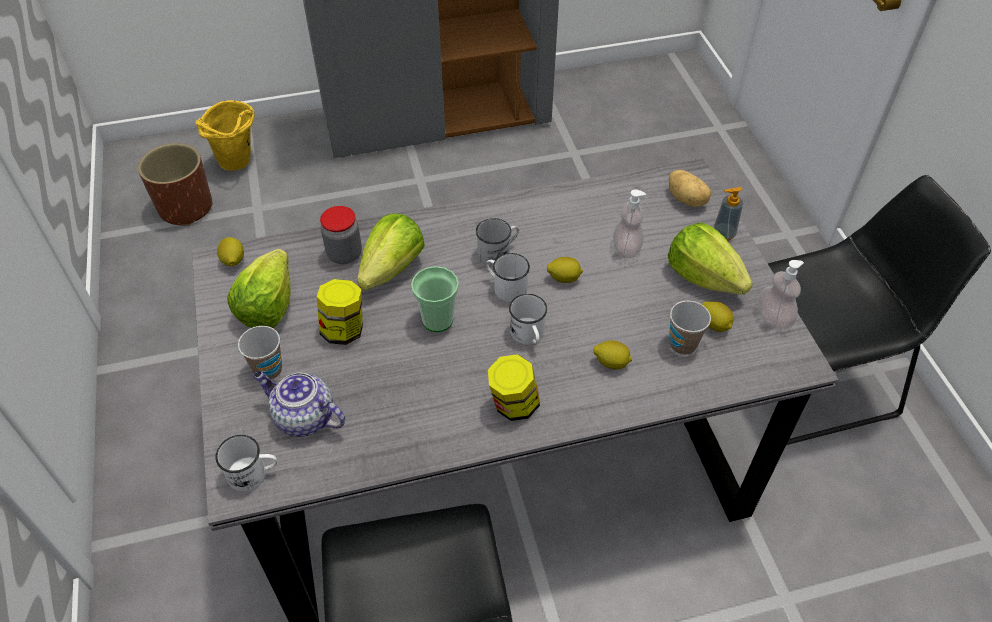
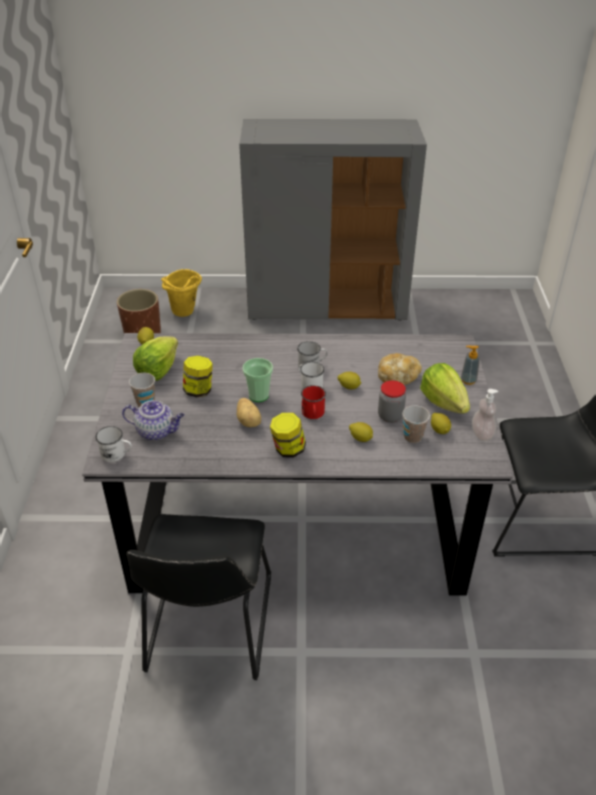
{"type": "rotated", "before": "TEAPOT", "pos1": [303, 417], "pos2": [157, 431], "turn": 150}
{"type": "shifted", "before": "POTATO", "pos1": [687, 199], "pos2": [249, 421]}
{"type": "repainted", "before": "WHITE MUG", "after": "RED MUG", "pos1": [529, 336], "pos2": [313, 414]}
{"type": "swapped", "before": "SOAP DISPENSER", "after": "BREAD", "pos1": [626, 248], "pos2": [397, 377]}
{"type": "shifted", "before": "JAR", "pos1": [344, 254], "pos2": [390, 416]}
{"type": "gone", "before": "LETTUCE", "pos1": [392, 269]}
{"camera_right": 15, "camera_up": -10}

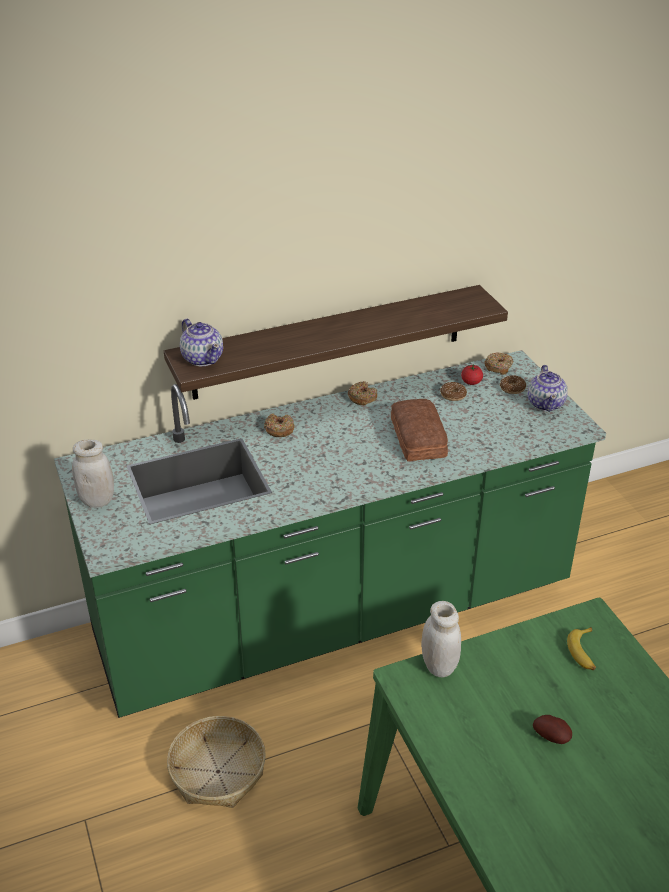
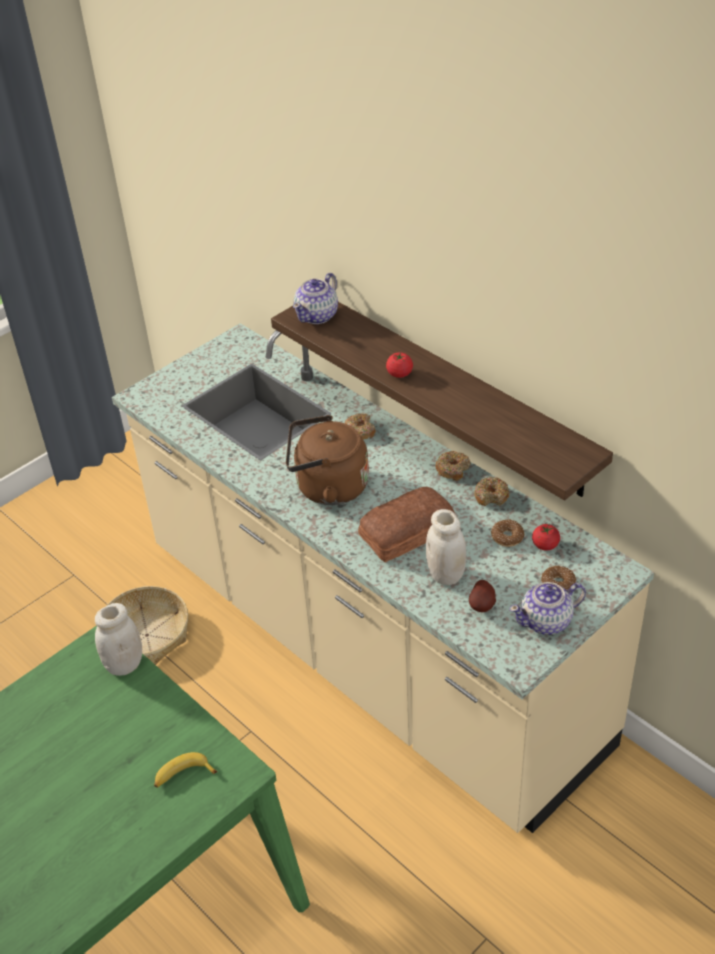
{"type": "repainted", "before": "GREEN COUNTER", "after": "BEIGE COUNTER", "pos1": [334, 615], "pos2": [368, 647]}
{"type": "new", "after": "BROWN KETTLE", "pos2": [327, 487]}
{"type": "new", "after": "TOMATO", "pos2": [399, 374]}
{"type": "shifted", "before": "WHITE JAR", "pos1": [97, 500], "pos2": [445, 574]}
{"type": "shifted", "before": "POTATO", "pos1": [552, 737], "pos2": [483, 605]}
{"type": "shifted", "before": "DONUT", "pos1": [498, 367], "pos2": [491, 496]}
{"camera_right": 70, "camera_up": 5}

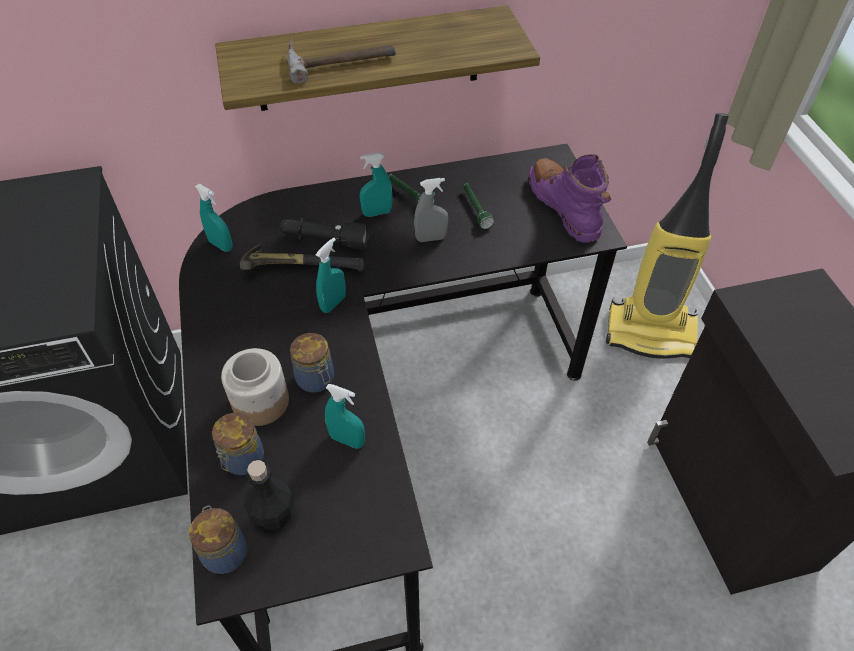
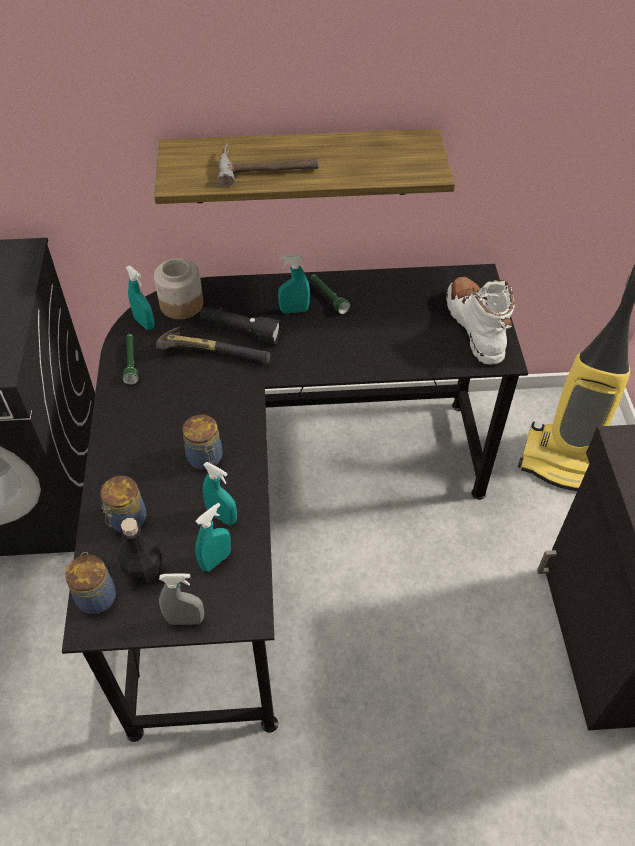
{"type": "shifted", "before": "GREEN FLASHLIGHT", "pos1": [475, 209], "pos2": [131, 362]}
{"type": "shifted", "before": "JAR", "pos1": [260, 402], "pos2": [181, 304]}
{"type": "shifted", "before": "GREY SPRAY BOTTLE", "pos1": [431, 238], "pos2": [185, 620]}
{"type": "shifted", "before": "TURQUOISE SPRAY BOTTLE", "pos1": [333, 303], "pos2": [216, 560]}
{"type": "repainted", "before": "PURPLE BOOT", "after": "WHITE BOOT", "pos1": [564, 207], "pos2": [475, 327]}
{"camera_right": 10, "camera_up": 0}

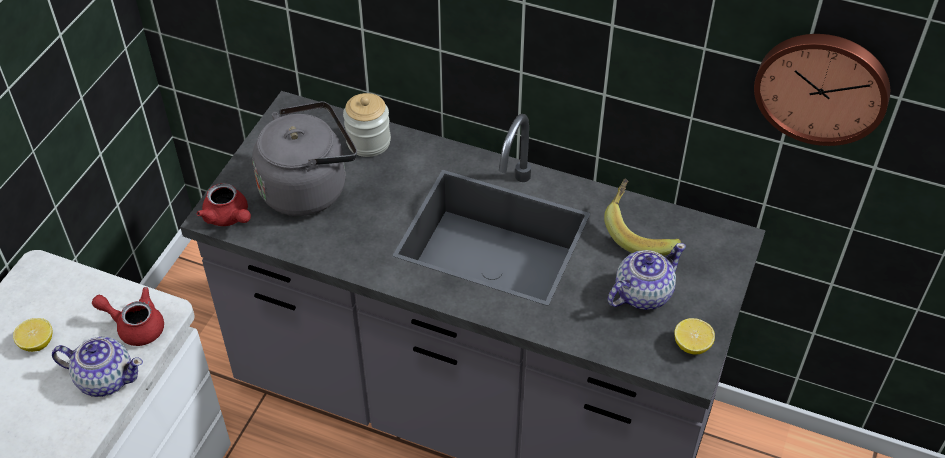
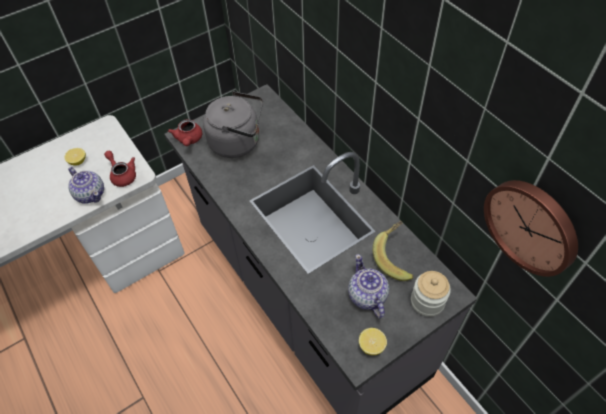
{"type": "rotated", "before": "TEAPOT", "pos1": [642, 293], "pos2": [367, 296], "turn": -105}
{"type": "shifted", "before": "JAR", "pos1": [368, 142], "pos2": [427, 302]}
{"camera_right": 35, "camera_up": 5}

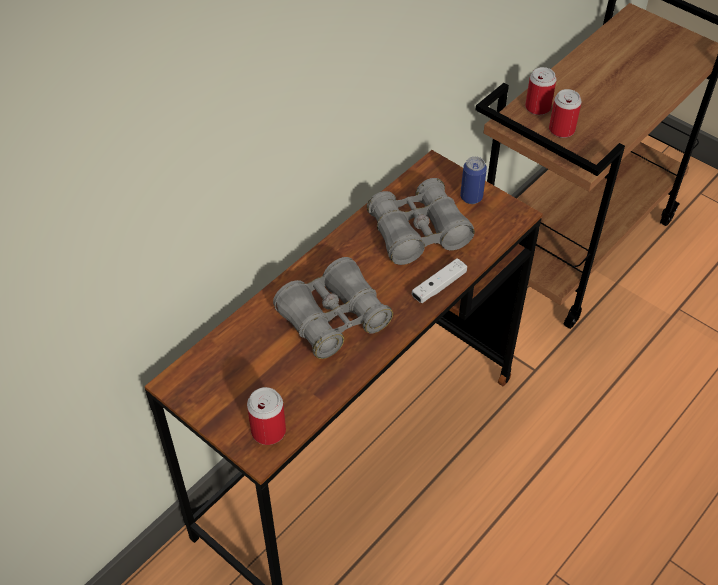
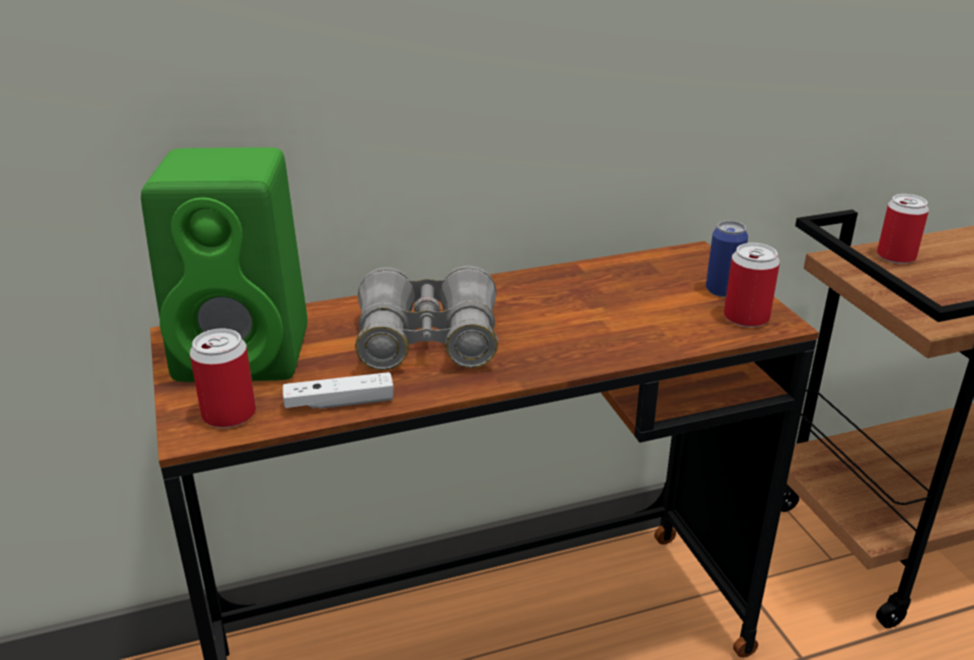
{"type": "new", "after": "GREEN SPEAKER", "pos2": [248, 352]}
{"type": "shifted", "before": "WHITE GAME CONTROLLER", "pos1": [439, 286], "pos2": [339, 403]}
{"type": "shifted", "before": "CAN", "pos1": [561, 130], "pos2": [746, 317]}
{"type": "gone", "before": "GREY BINOCULARS", "pos1": [418, 233]}
{"camera_right": 30, "camera_up": -20}

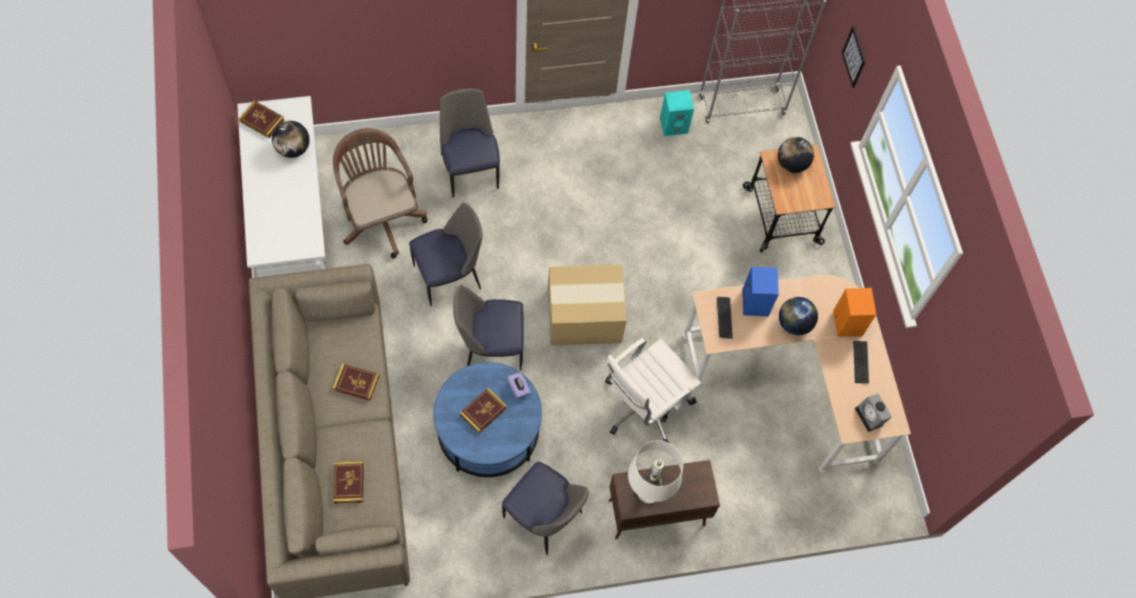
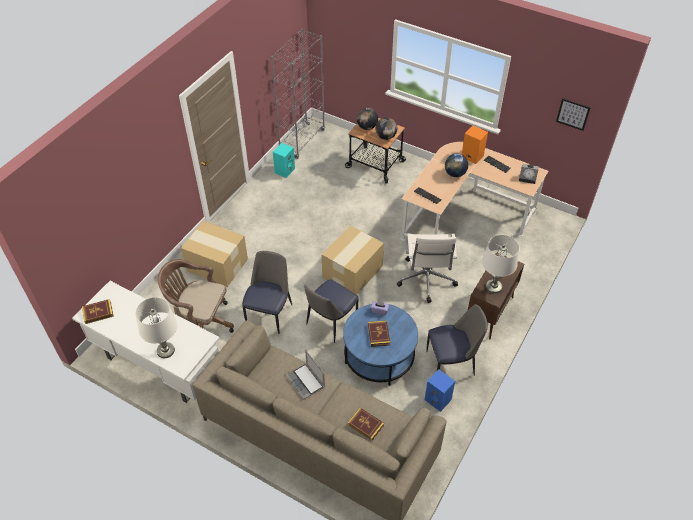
{"type": "new", "after": "WHITE TABLE LAMP", "pos2": [165, 351]}
{"type": "swapped", "before": "CHAIR", "after": "CARDBOARD BOX", "pos1": [470, 169], "pos2": [217, 264]}
{"type": "swapped", "before": "BOOK", "after": "LAPTOP", "pos1": [356, 383], "pos2": [306, 381]}
{"type": "shifted", "before": "GLOBE", "pos1": [293, 149], "pos2": [386, 137]}
{"type": "shifted", "before": "BLUE SPEAKER", "pos1": [756, 303], "pos2": [438, 399]}
{"type": "shifted", "before": "PICTURE", "pos1": [854, 57], "pos2": [573, 114]}
{"camera_right": -45, "camera_up": -15}

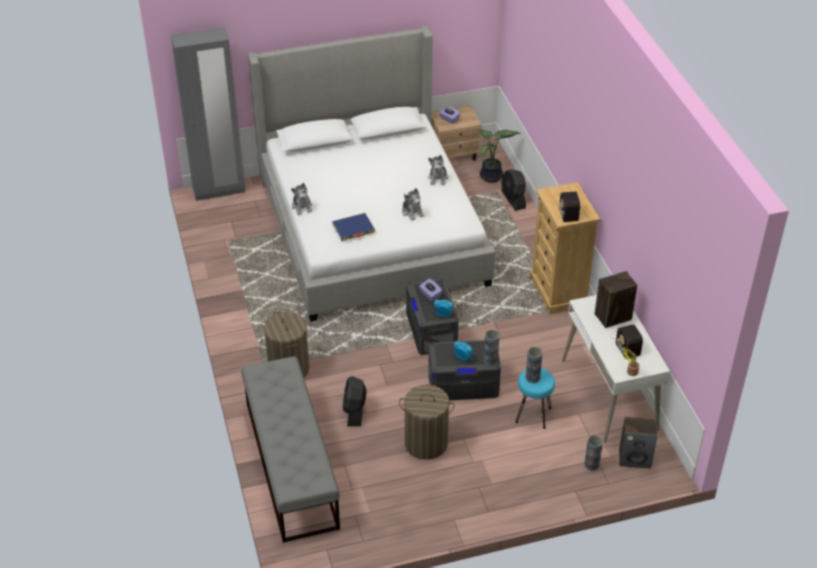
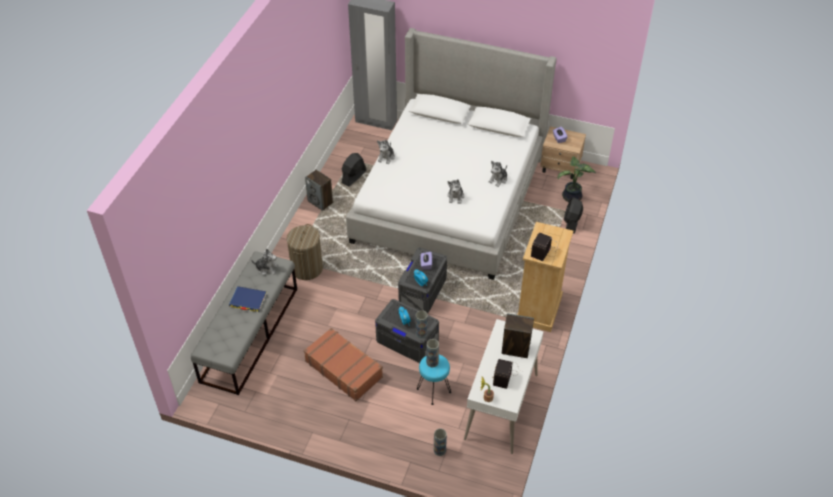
{"type": "shifted", "before": "BLUE BOOK", "pos1": [353, 229], "pos2": [248, 300]}
{"type": "new", "after": "PLUSH TOY", "pos2": [266, 268]}
{"type": "swapped", "before": "LAUNDRY BASKET", "after": "BROWN SUITCASE", "pos1": [426, 443], "pos2": [344, 369]}
{"type": "shifted", "before": "SPEAKER", "pos1": [635, 458], "pos2": [320, 202]}
{"type": "shifted", "before": "BLACK FAN", "pos1": [354, 411], "pos2": [354, 177]}
{"camera_right": 35, "camera_up": 5}

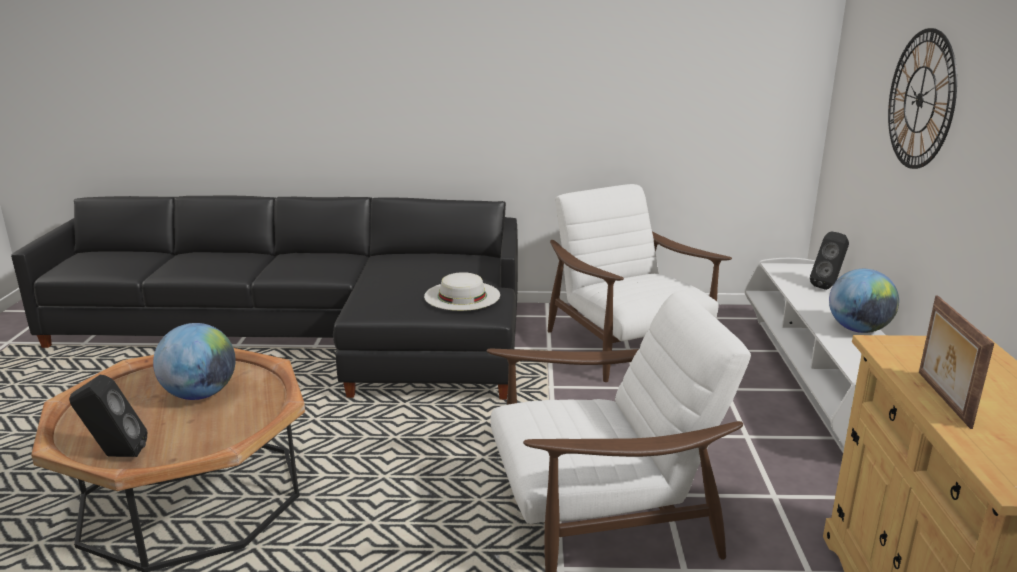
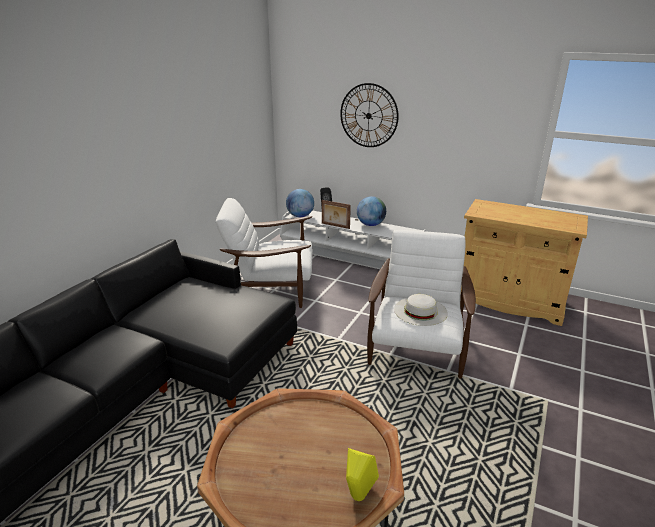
{"type": "shifted", "before": "GLOBE", "pos1": [200, 394], "pos2": [300, 216]}
{"type": "shifted", "before": "PICTURE FRAME", "pos1": [941, 398], "pos2": [335, 226]}
{"type": "repainted", "before": "BLACK SPEAKER", "after": "YELLOW SPEAKER", "pos1": [115, 455], "pos2": [358, 498]}
{"type": "shifted", "before": "WHITE HAT", "pos1": [462, 295], "pos2": [420, 311]}
{"camera_right": -65, "camera_up": 5}

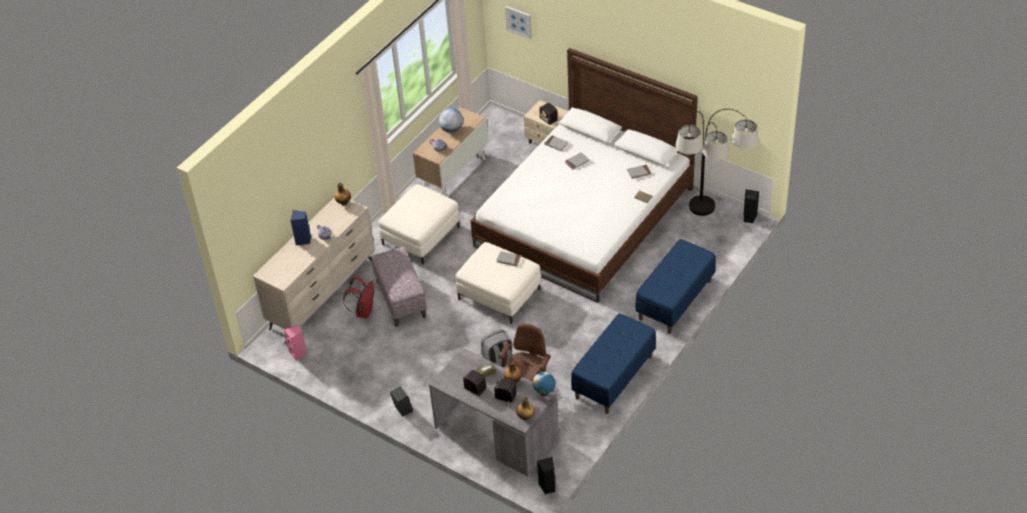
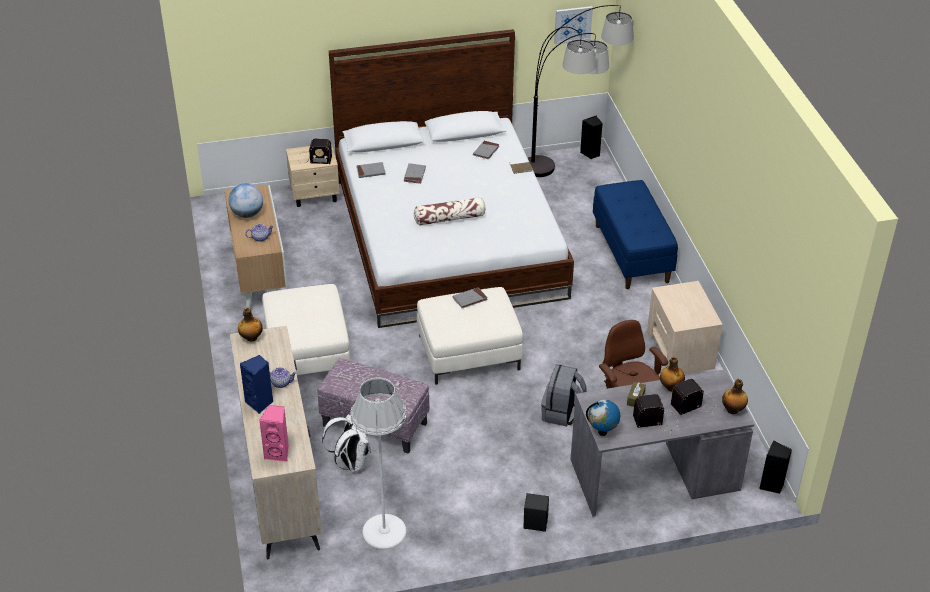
{"type": "shifted", "before": "PINK SPEAKER", "pos1": [298, 354], "pos2": [278, 453]}
{"type": "repainted", "before": "RED BACKPACK", "after": "WHITE BACKPACK", "pos1": [363, 311], "pos2": [351, 463]}
{"type": "new", "after": "WHITE FLOOR LAMP", "pos2": [384, 531]}
{"type": "new", "after": "PILLOW", "pos2": [449, 218]}
{"type": "shifted", "before": "PICTURE", "pos1": [518, 22], "pos2": [573, 24]}
{"type": "shifted", "before": "GLOBE", "pos1": [544, 393], "pos2": [602, 432]}
{"type": "swapped", "before": "BLUE BENCH", "after": "BEIGE NIGHTSTAND", "pos1": [614, 377], "pos2": [680, 350]}
{"camera_right": -50, "camera_up": -5}

